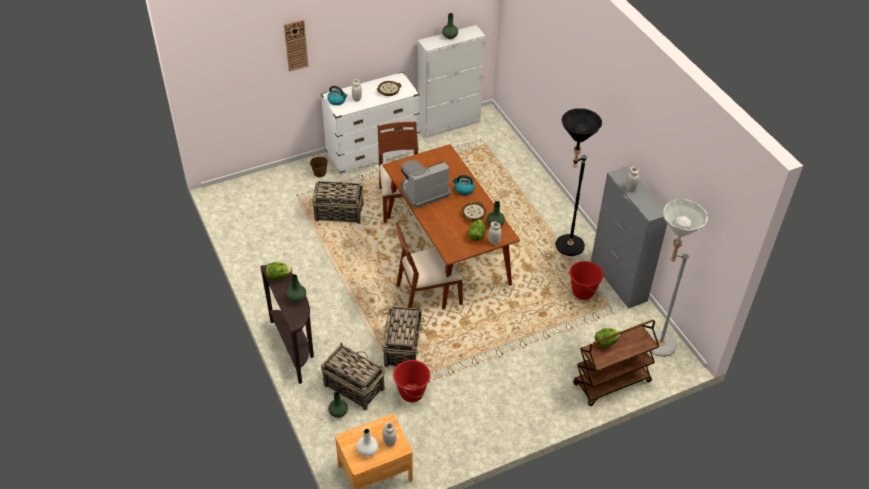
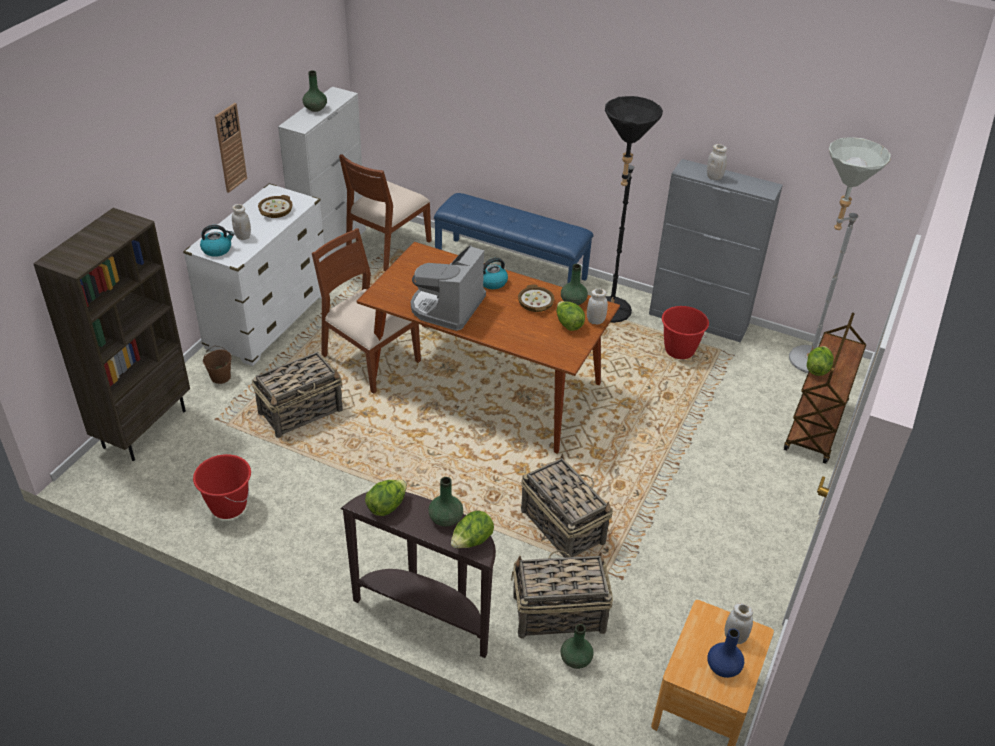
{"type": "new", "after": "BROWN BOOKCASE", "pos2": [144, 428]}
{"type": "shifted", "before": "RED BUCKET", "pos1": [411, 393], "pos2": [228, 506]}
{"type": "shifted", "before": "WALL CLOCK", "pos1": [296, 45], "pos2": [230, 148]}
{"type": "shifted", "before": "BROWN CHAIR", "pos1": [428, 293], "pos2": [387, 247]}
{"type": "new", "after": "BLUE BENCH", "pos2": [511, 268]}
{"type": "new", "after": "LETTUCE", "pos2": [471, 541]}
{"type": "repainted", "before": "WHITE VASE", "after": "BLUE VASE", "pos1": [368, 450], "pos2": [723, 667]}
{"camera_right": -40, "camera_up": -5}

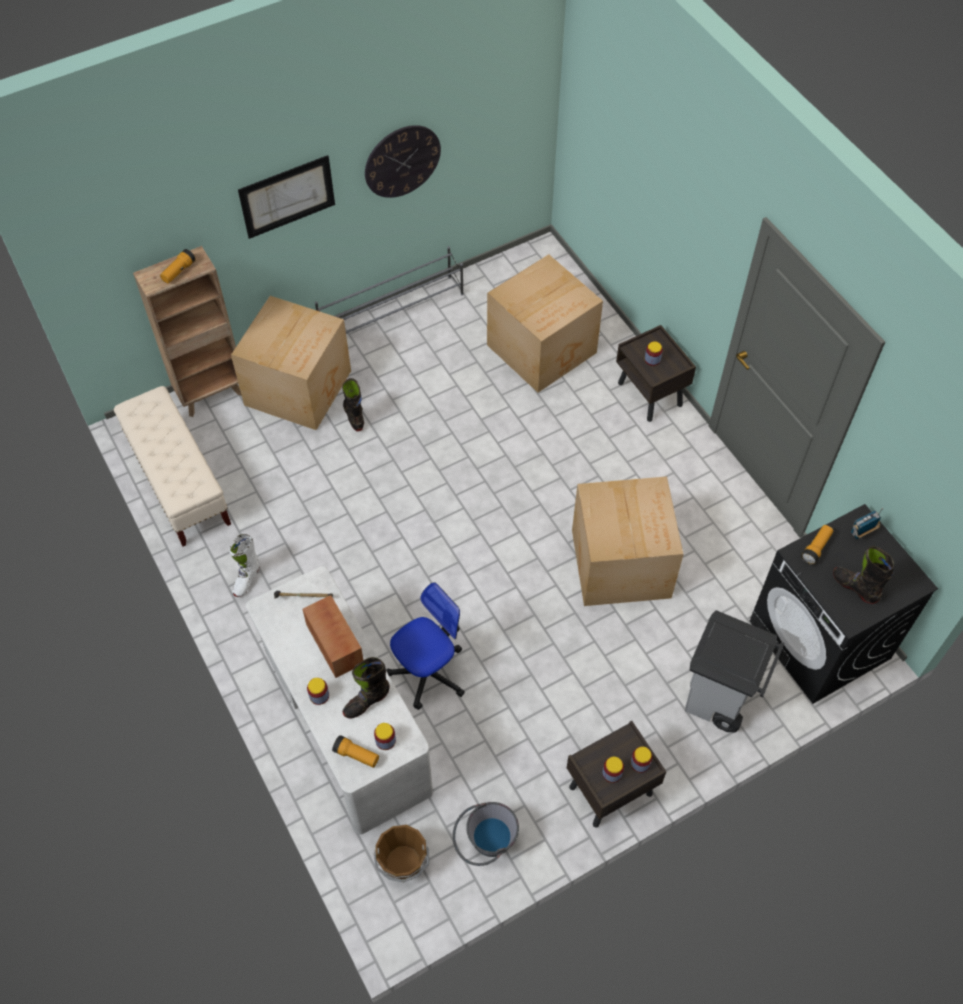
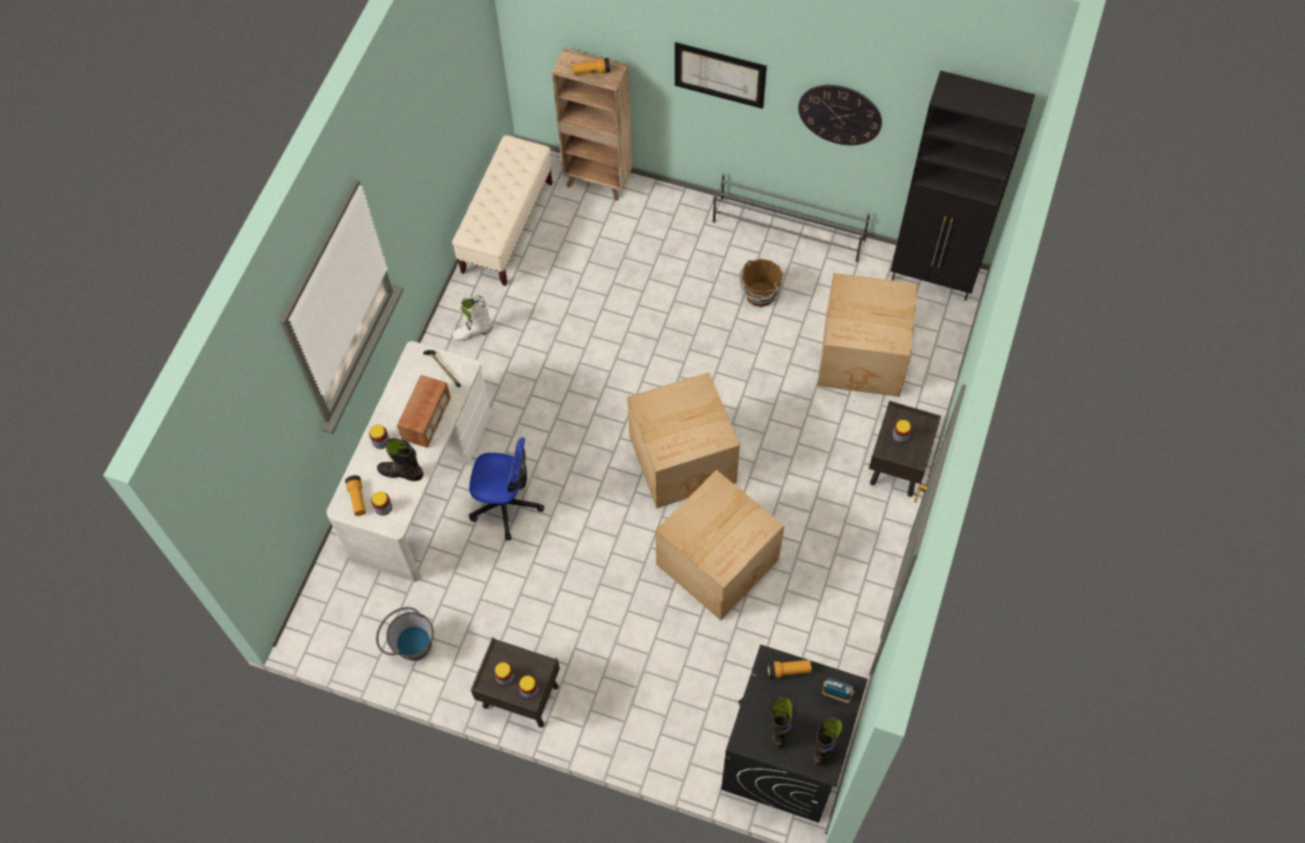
{"type": "shifted", "before": "CARDBOARD BOX", "pos1": [300, 387], "pos2": [684, 460]}
{"type": "shifted", "before": "BROWN BUCKET", "pos1": [403, 864], "pos2": [760, 295]}
{"type": "shifted", "before": "BLACK BOOT", "pos1": [354, 416], "pos2": [827, 743]}
{"type": "new", "after": "BLACK CABINET", "pos2": [933, 278]}
{"type": "gone", "before": "GREY TRASH CAN", "pos1": [719, 700]}
{"camera_right": 50, "camera_up": 5}

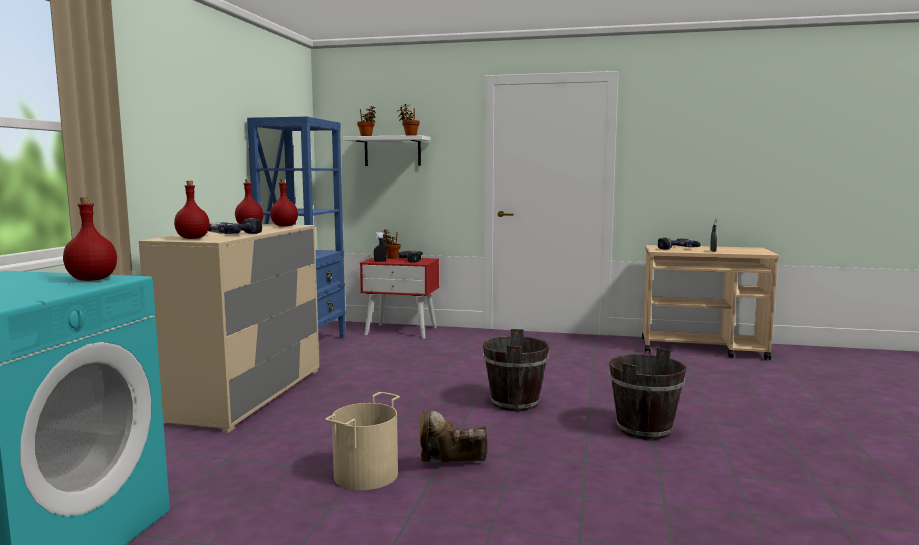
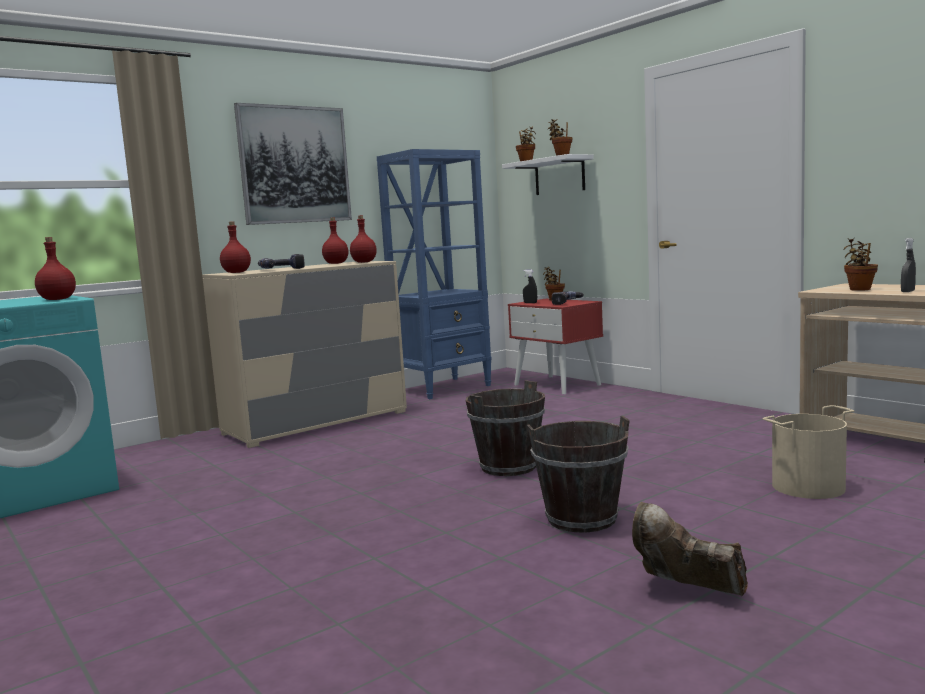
{"type": "new", "after": "PICTURE", "pos2": [294, 165]}
{"type": "shifted", "before": "BROWN BOOT", "pos1": [450, 466], "pos2": [687, 591]}
{"type": "shifted", "before": "BEIGE BUCKET", "pos1": [365, 474], "pos2": [807, 486]}
{"type": "swapped", "before": "POWER DRILL", "after": "POTTED PLANT", "pos1": [678, 249], "pos2": [859, 289]}
{"camera_right": 40, "camera_up": 0}

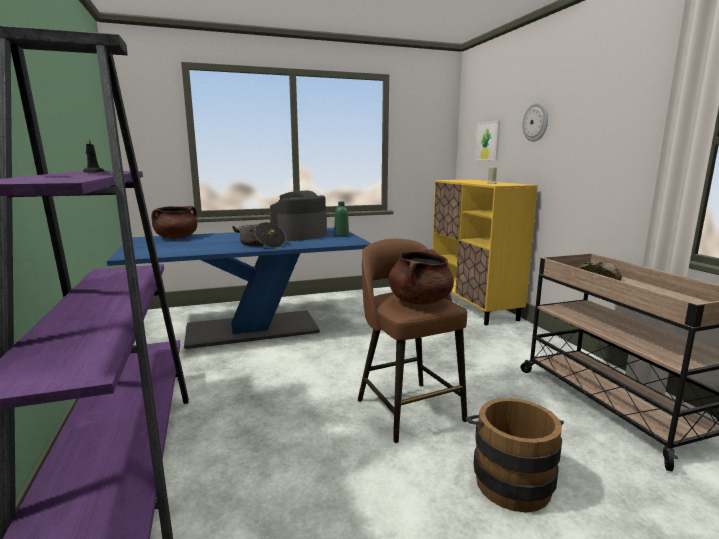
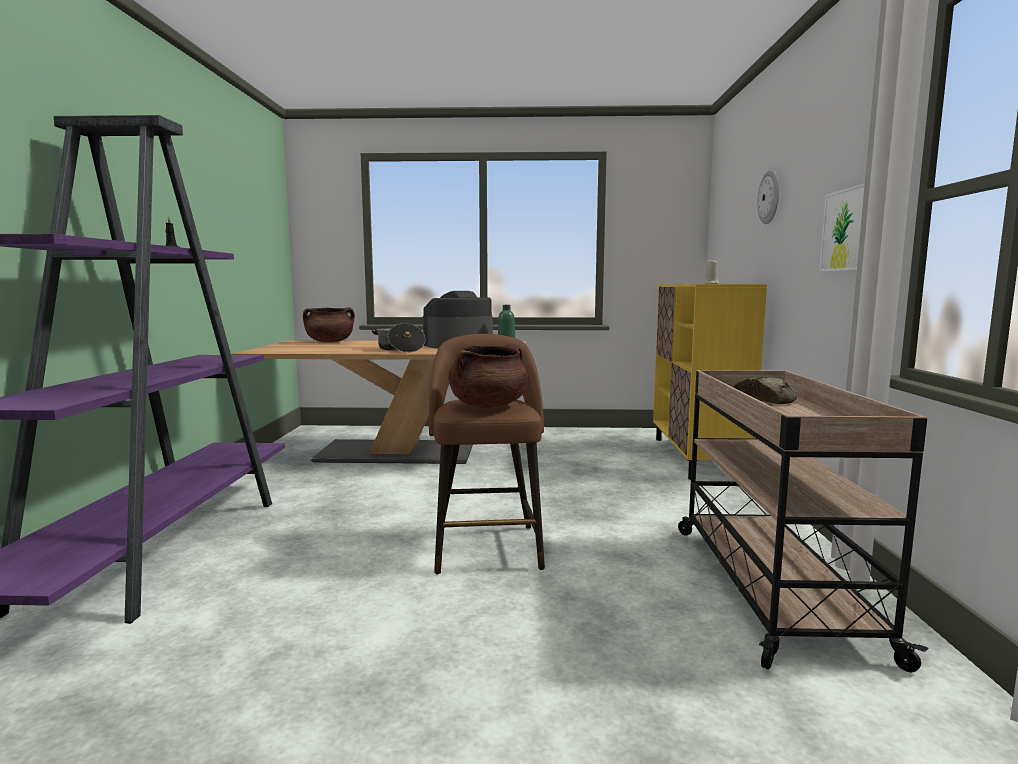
{"type": "repainted", "before": "BLUE DINING TABLE", "after": "BEIGE DINING TABLE", "pos1": [252, 329], "pos2": [396, 453]}
{"type": "shifted", "before": "PICTURE", "pos1": [487, 141], "pos2": [846, 230]}
{"type": "gone", "before": "BROWN BUCKET", "pos1": [509, 479]}
{"camera_right": 20, "camera_up": -5}

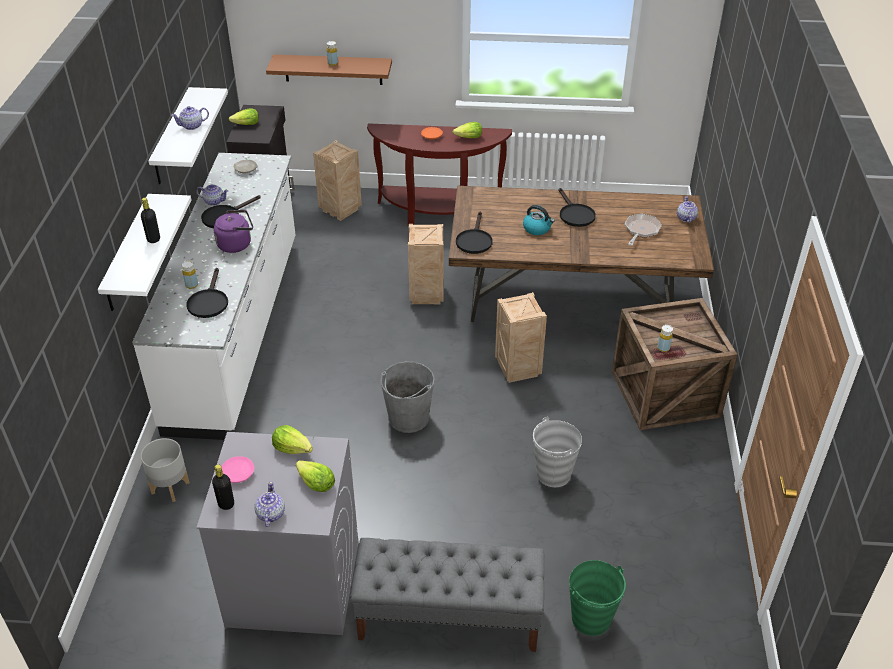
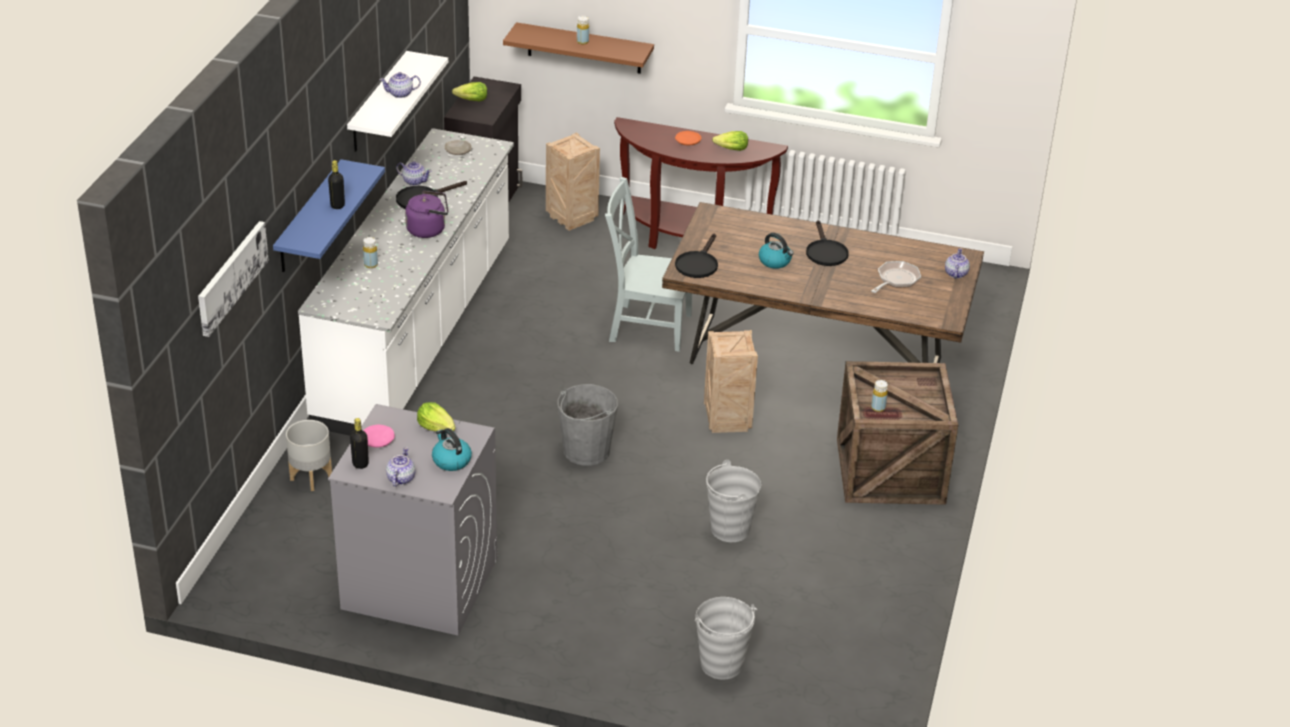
{"type": "new", "after": "PICTURE", "pos2": [231, 277]}
{"type": "repainted", "before": "WHITE SHELF", "after": "BLUE SHELF", "pos1": [128, 254], "pos2": [309, 218]}
{"type": "swapped", "before": "LETTUCE", "after": "KETTLE", "pos1": [315, 483], "pos2": [451, 460]}
{"type": "swapped", "before": "CRATE", "after": "GREY CHAIR", "pos1": [426, 294], "pos2": [646, 327]}
{"type": "repainted", "before": "GREEN BUCKET", "after": "GREY BUCKET", "pos1": [591, 619], "pos2": [721, 664]}
{"type": "gone", "before": "BLACK FRYING PAN", "pos1": [208, 302]}
{"type": "gone", "before": "GREY BENCH", "pos1": [448, 617]}
{"camera_right": 10, "camera_up": -5}

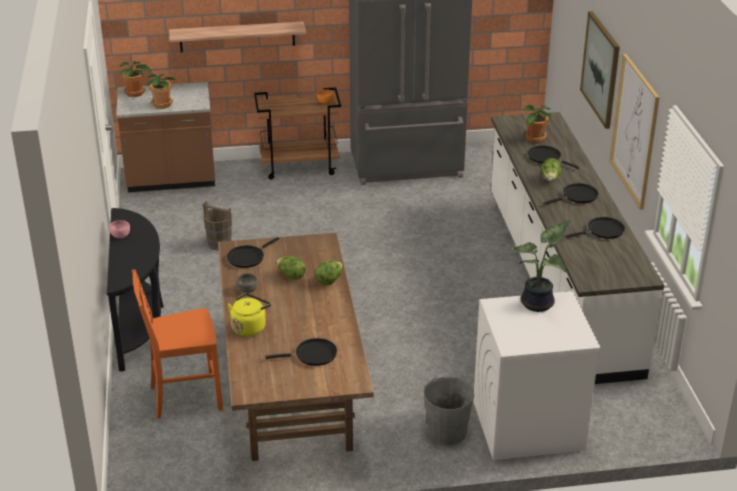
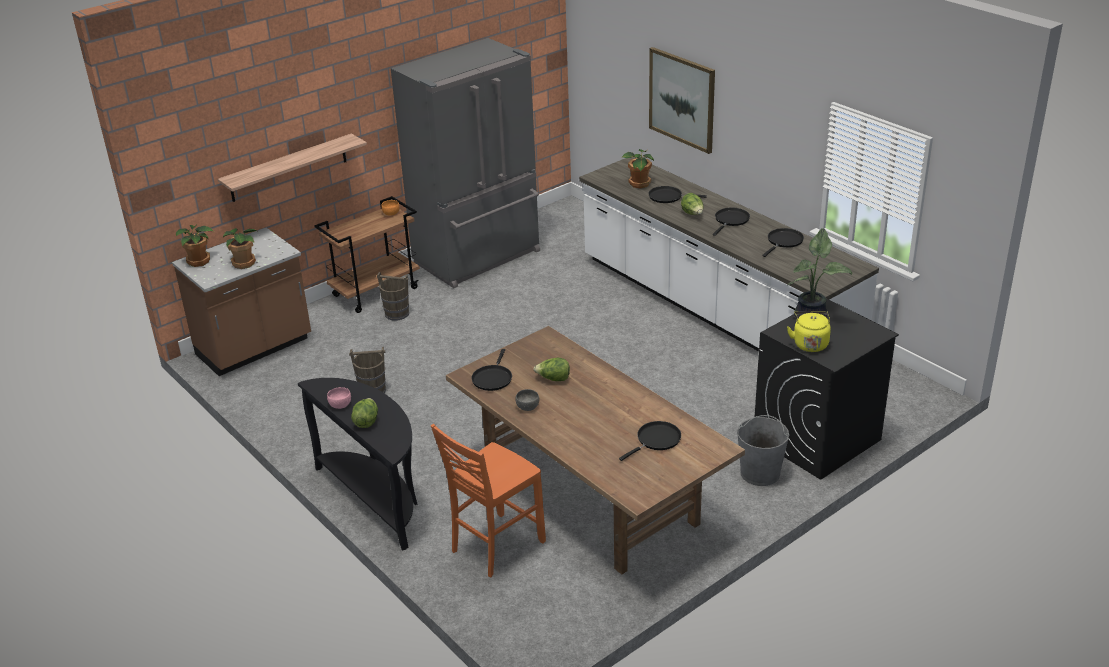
{"type": "shifted", "before": "LETTUCE", "pos1": [329, 280], "pos2": [366, 421]}
{"type": "new", "after": "BROWN BUCKET", "pos2": [396, 313]}
{"type": "repainted", "before": "WHITE WASHING MACHINE", "after": "BLACK WASHING MACHINE", "pos1": [527, 425], "pos2": [816, 439]}
{"type": "shifted", "before": "YELLOW KETTLE", "pos1": [250, 327], "pos2": [809, 343]}
{"type": "gone", "before": "PICTURE", "pos1": [634, 131]}
{"camera_right": -30, "camera_up": 0}

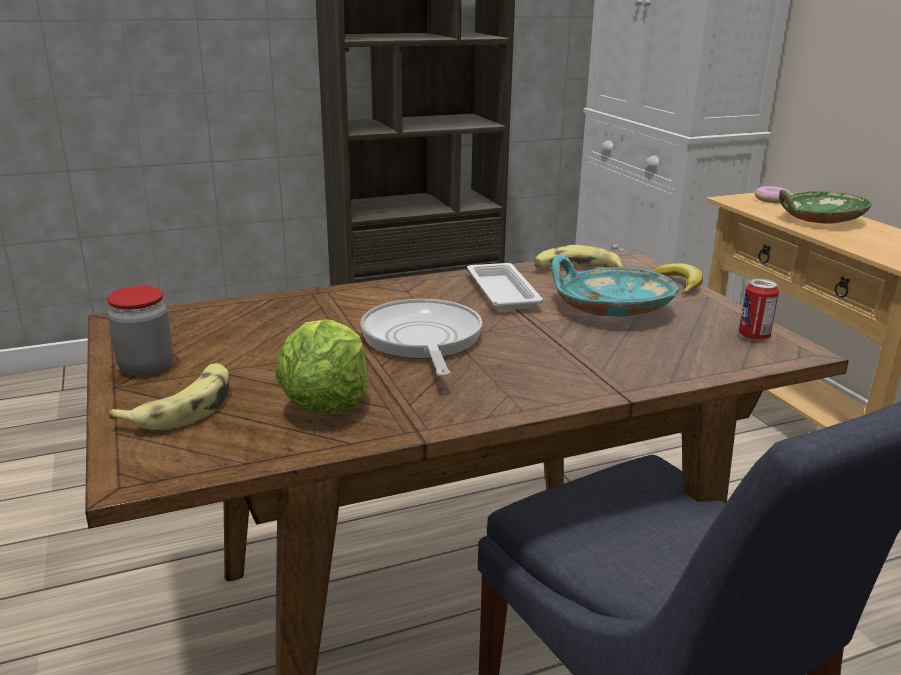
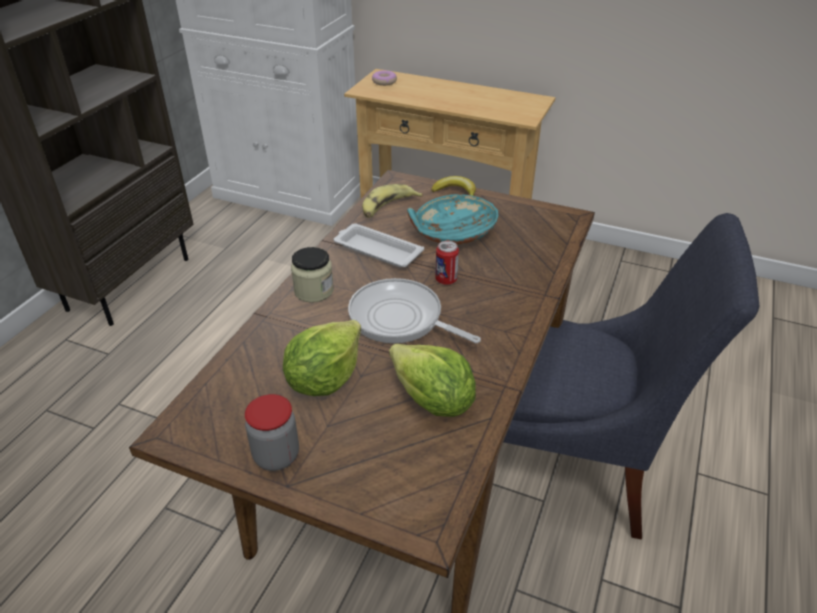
{"type": "new", "after": "LETTUCE", "pos2": [324, 378]}
{"type": "new", "after": "JAR", "pos2": [314, 291]}
{"type": "shifted", "before": "CAN", "pos1": [753, 336], "pos2": [446, 280]}
{"type": "gone", "before": "BANANA", "pos1": [184, 407]}
{"type": "gone", "before": "GREEN BOWL", "pos1": [820, 220]}
{"camera_right": -45, "camera_up": 15}

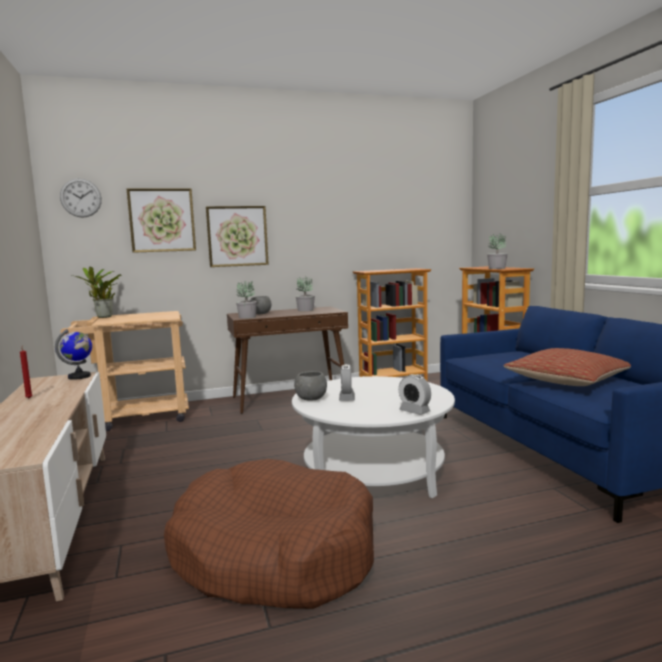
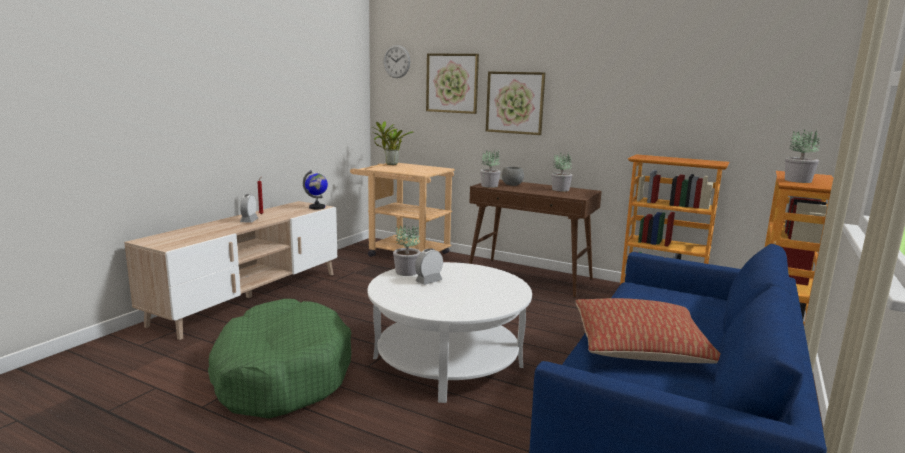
{"type": "repainted", "before": "BROWN DOG BED", "after": "GREEN DOG BED", "pos1": [274, 554], "pos2": [281, 374]}
{"type": "shifted", "before": "ALARM CLOCK", "pos1": [414, 411], "pos2": [249, 221]}
{"type": "swapped", "before": "GREY BOWL", "after": "POTTED PLANT", "pos1": [311, 399], "pos2": [407, 272]}
{"camera_right": 45, "camera_up": 5}

